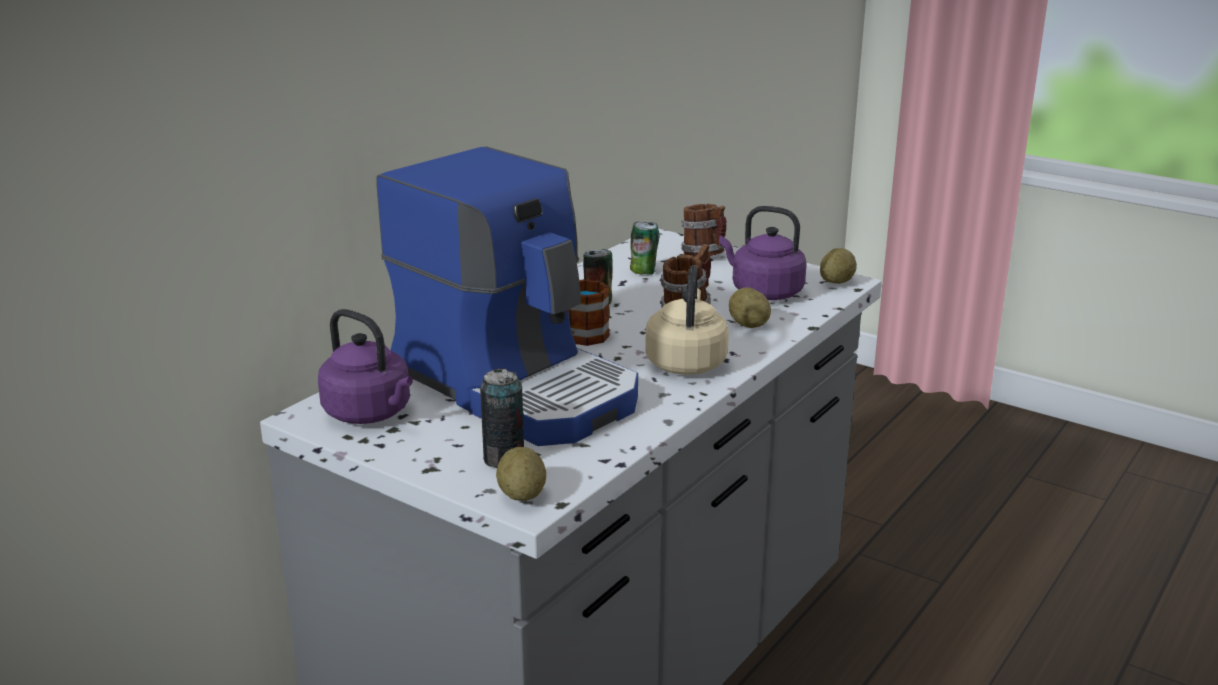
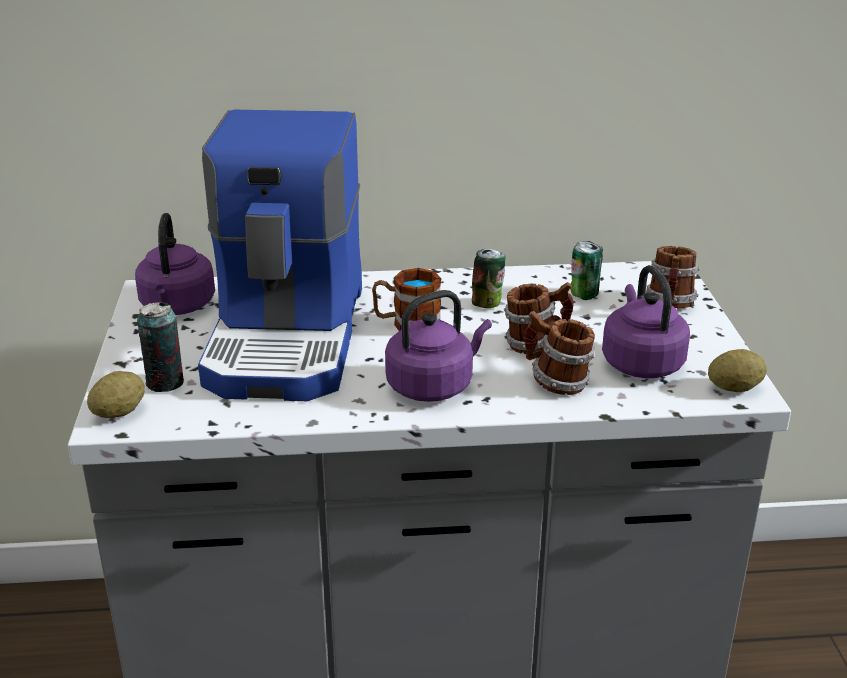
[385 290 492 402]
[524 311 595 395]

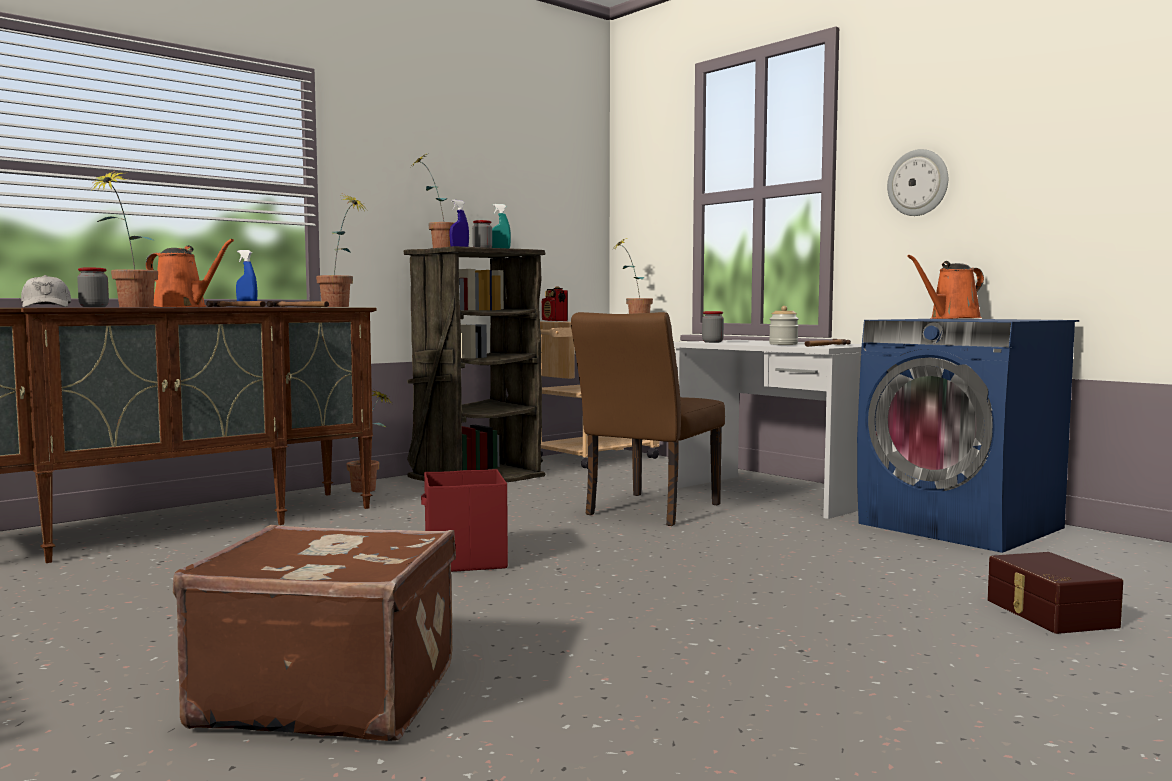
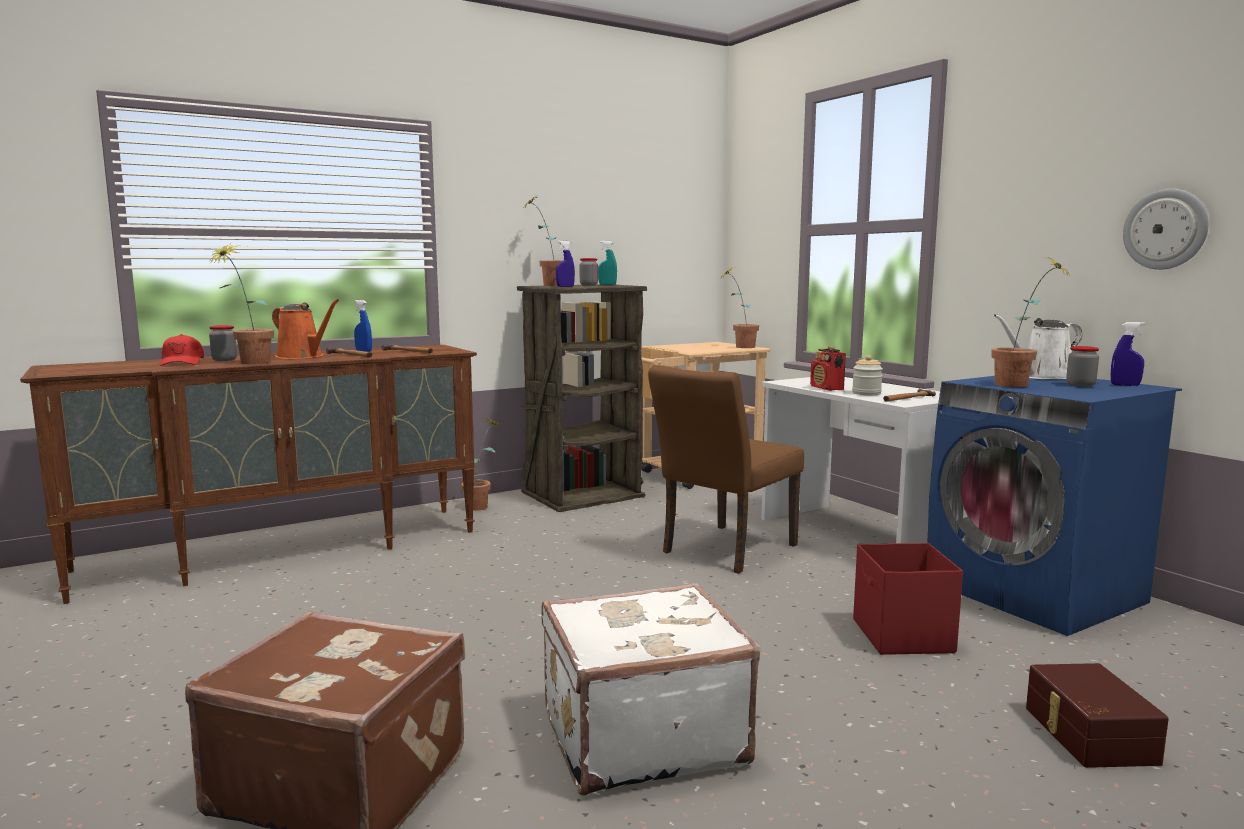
[1123 189 1209 270]
[991 256 1070 387]
[994 314 1083 379]
[160 334 204 366]
[810 346 846 391]
[1066 346 1099 387]
[853 543 963 655]
[1111 322 1145 386]
[541 583 761 796]

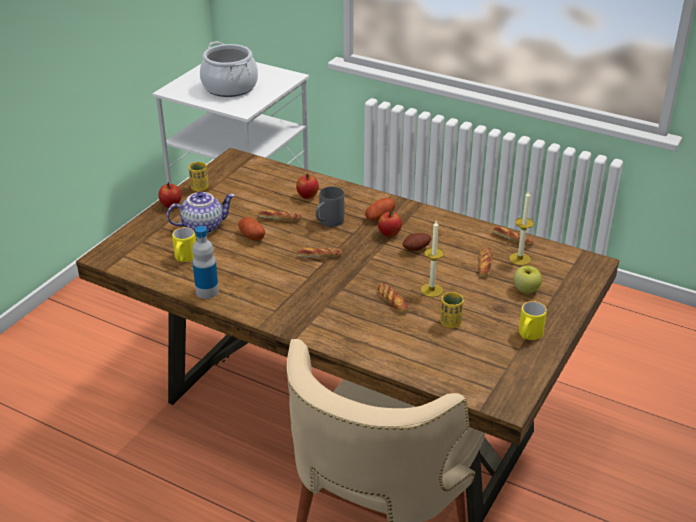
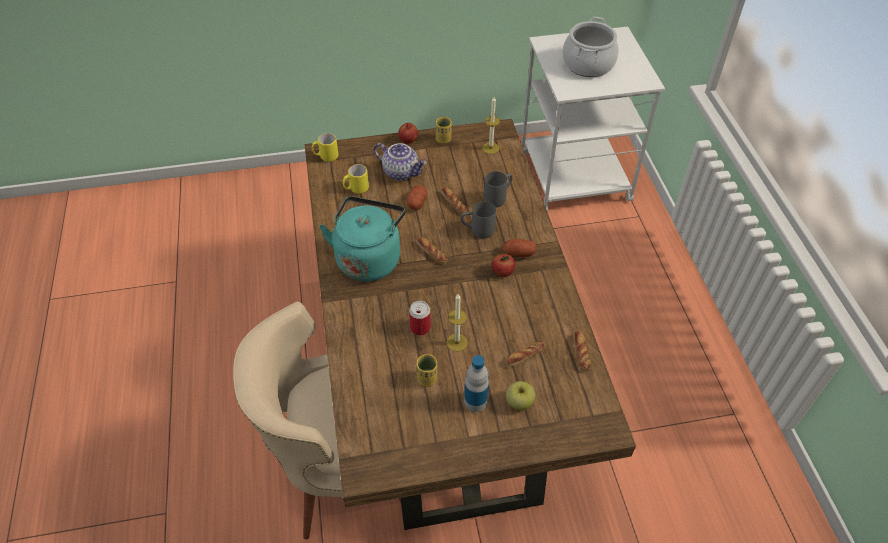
[484 171 513 208]
[482 97 500 154]
[464 355 489 412]
[402 233 431 251] (first image)
[409 301 431 336]
[312 133 338 162]
[319 196 406 281]

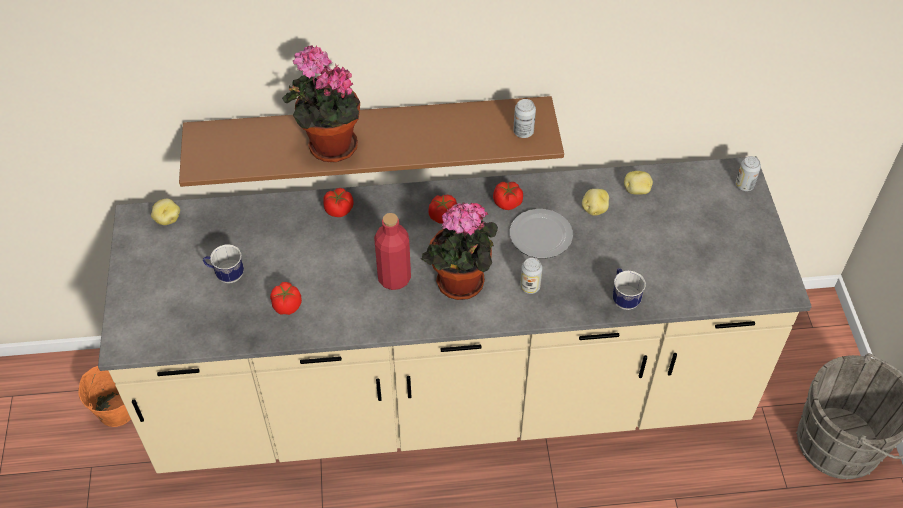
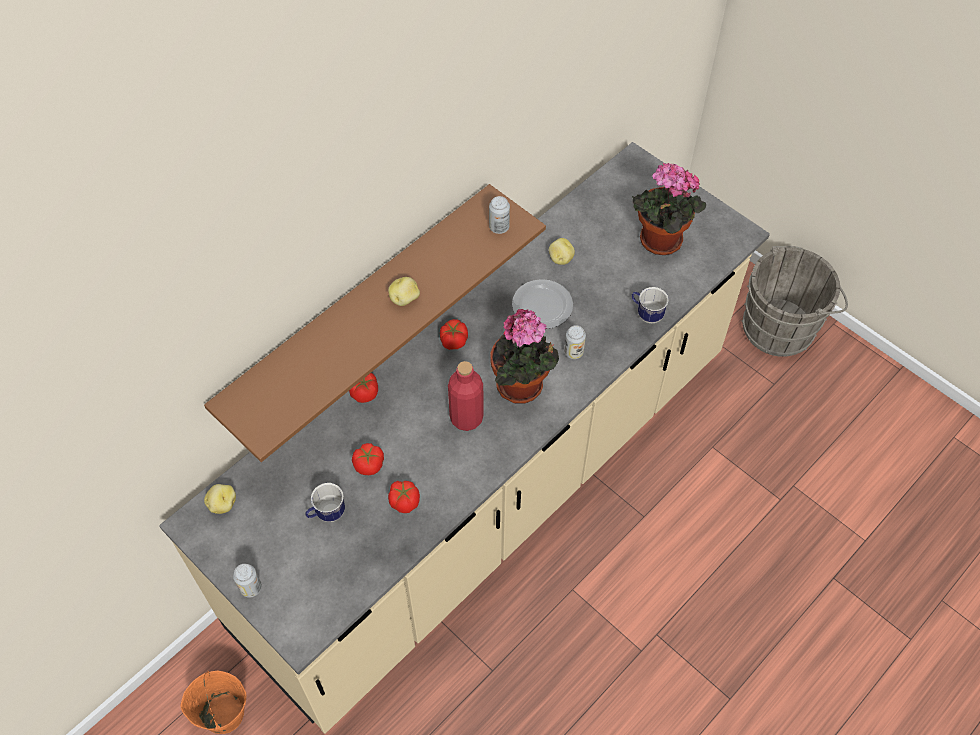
[632 163 706 255]
[233 564 262 598]
[388 277 420 306]
[352 443 384 475]

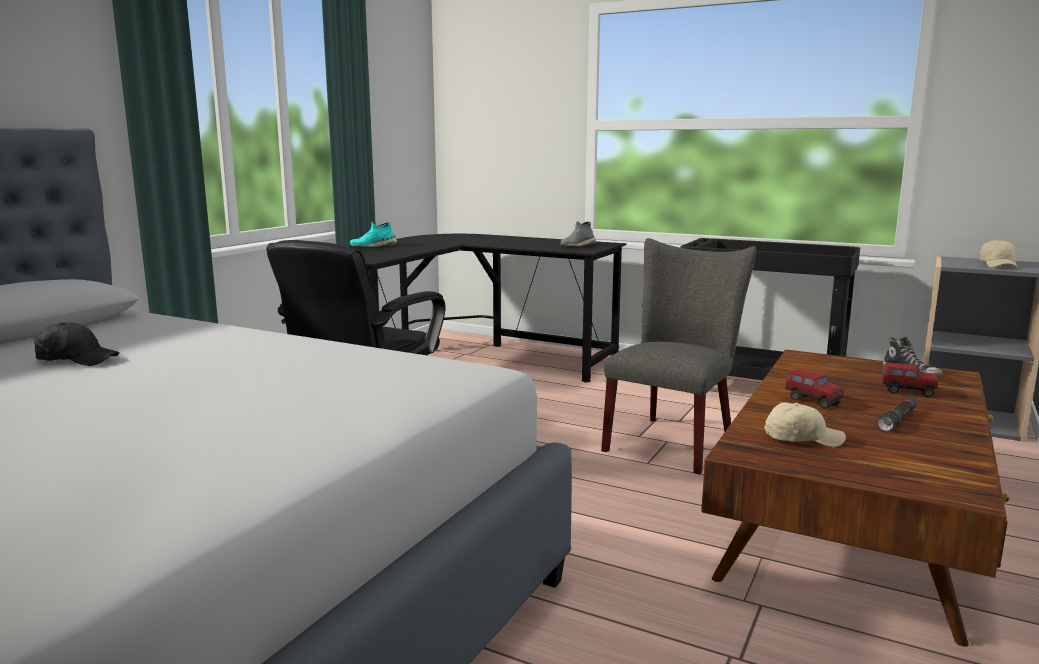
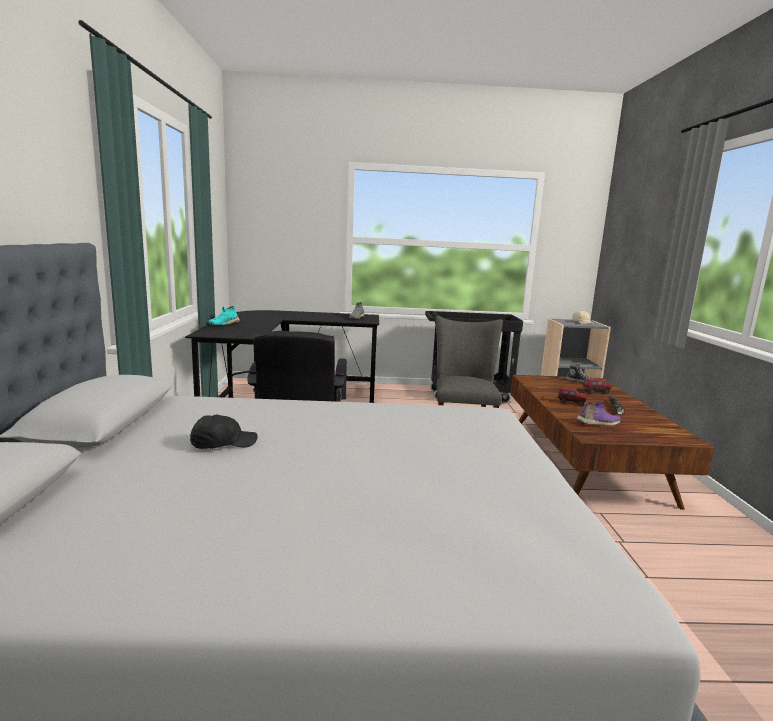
[576 401 621 426]

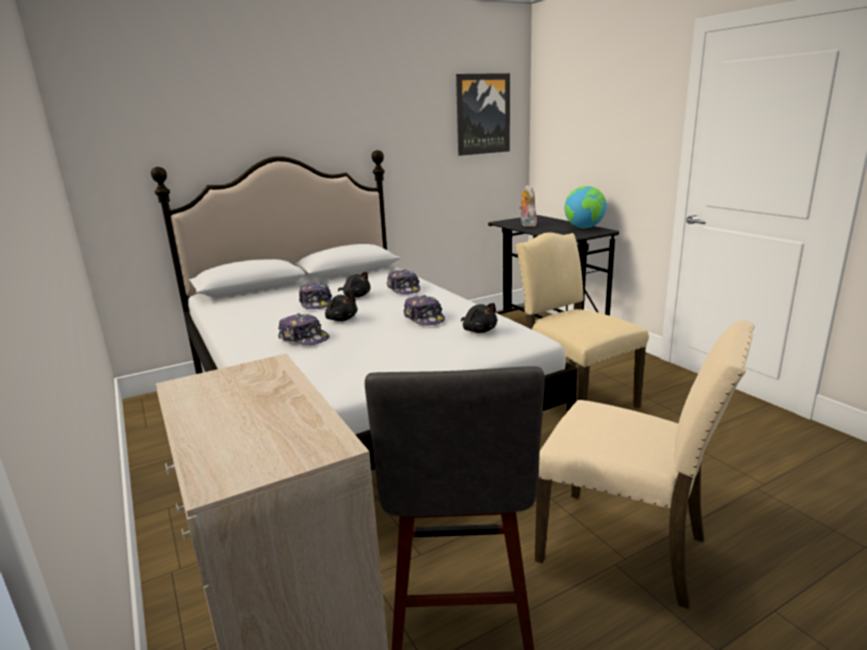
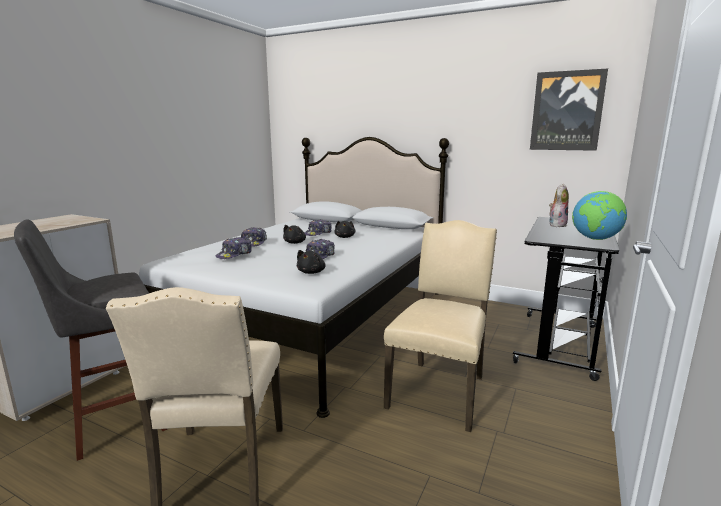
[216 237 252 259]

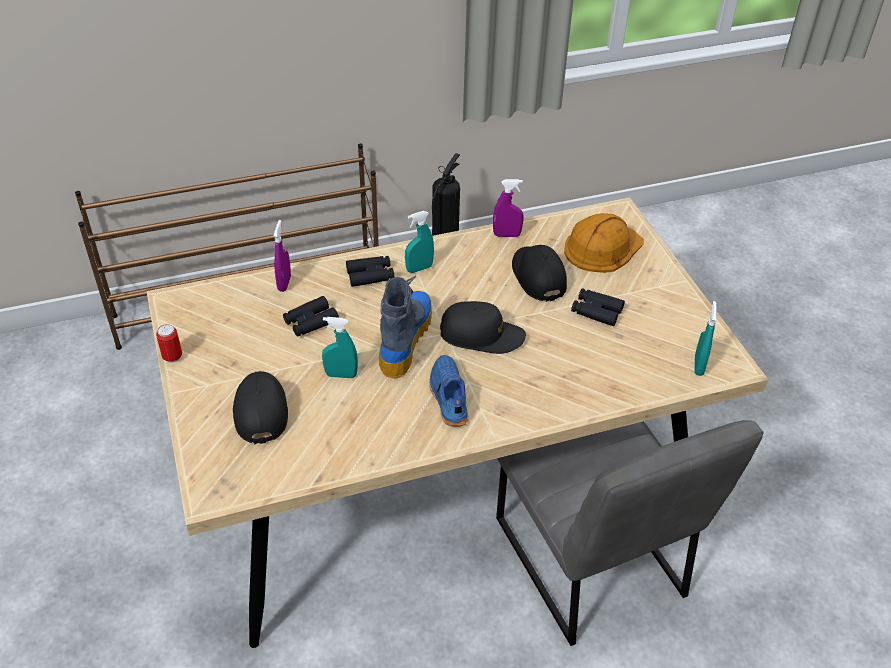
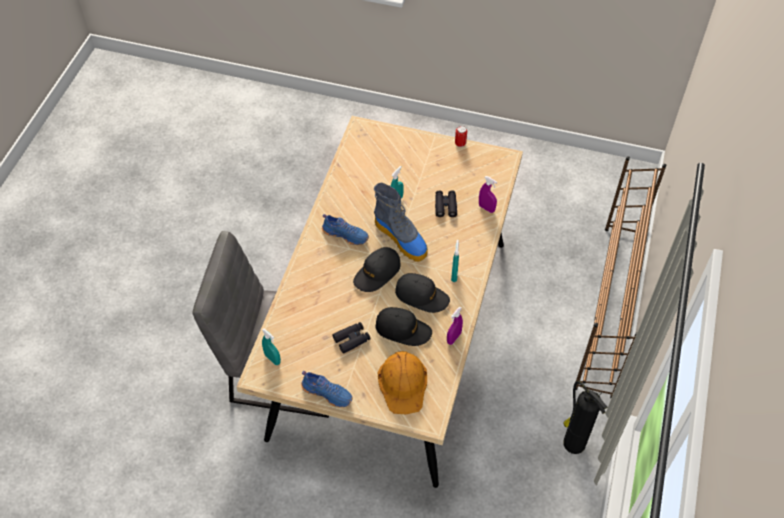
[346 256 394 287] (first image)
[395 273 450 313]
[301 371 353 407]

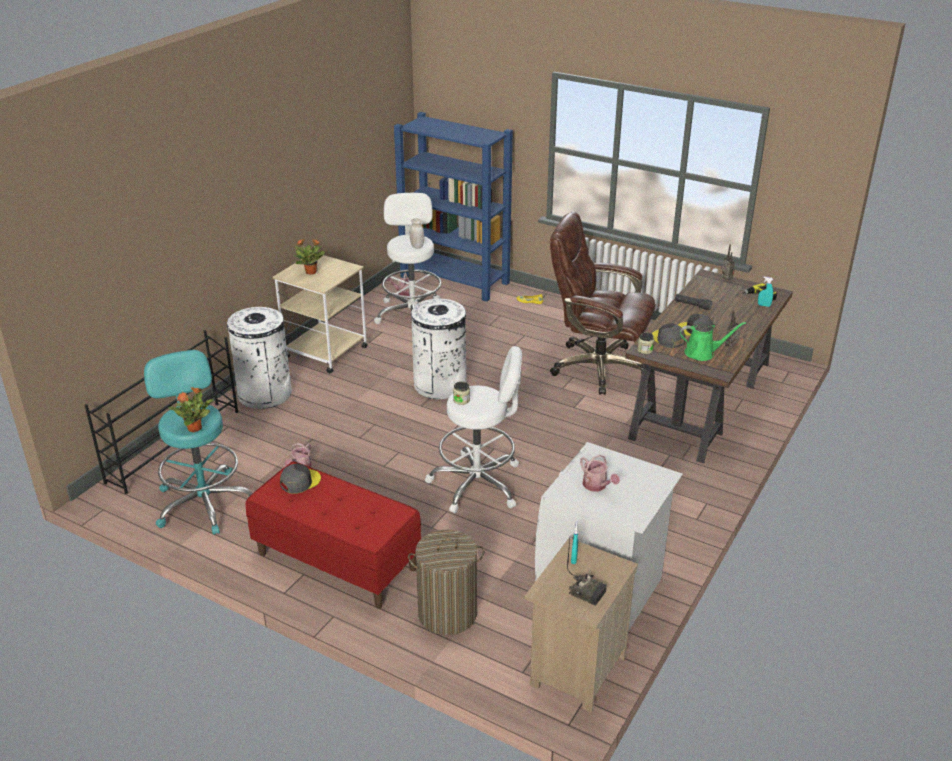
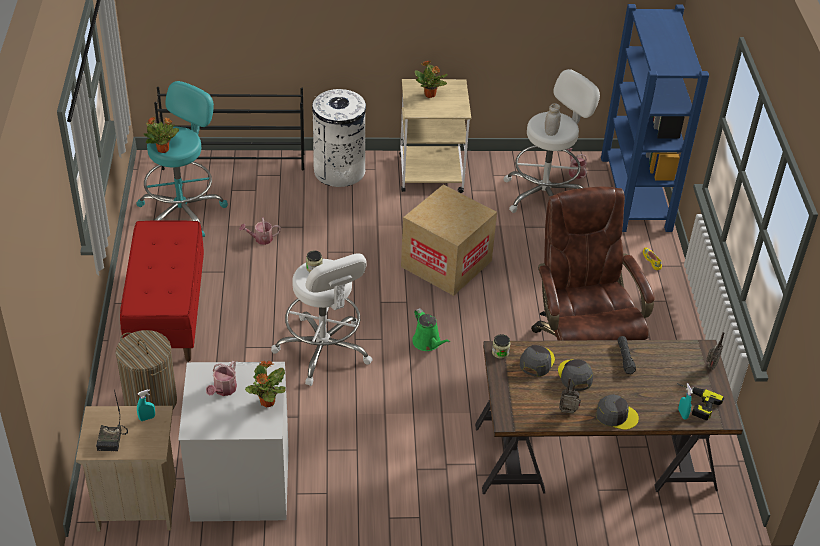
[401 185 497 296]
[412 308 451 351]
[596 394 639 430]
[245 361 286 407]

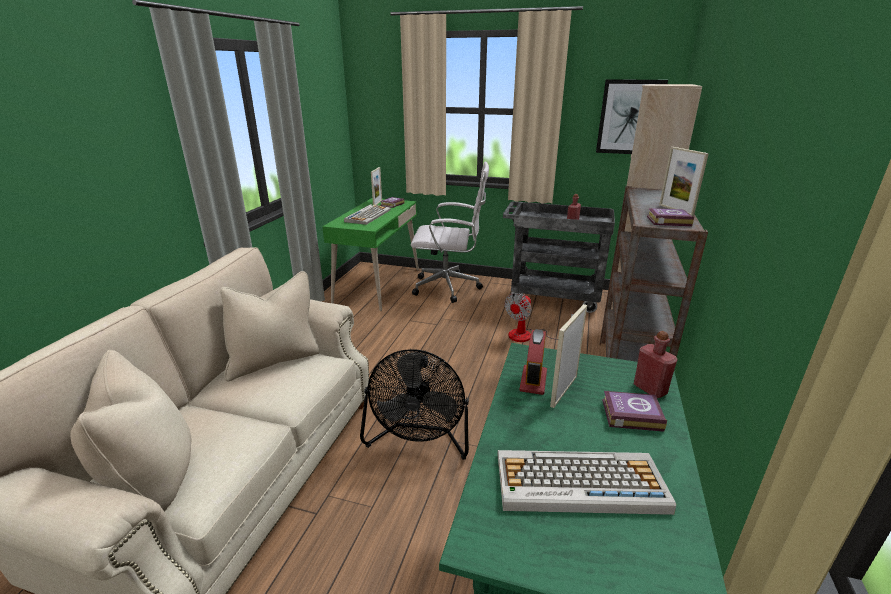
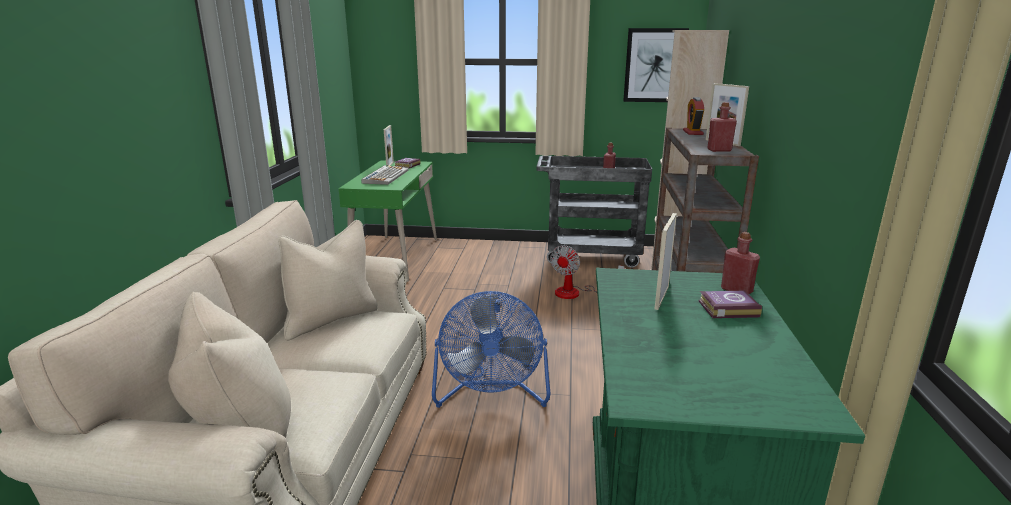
[411 161 489 303] (first image)
[707 102 737 152]
[683 97 704 135]
[432 291 550 408]
[498 450 676 515] (first image)

